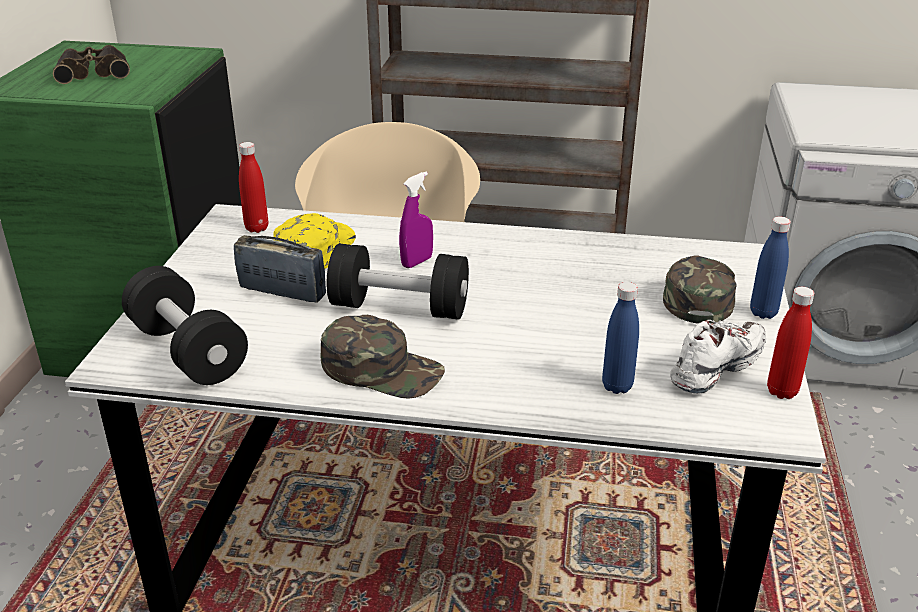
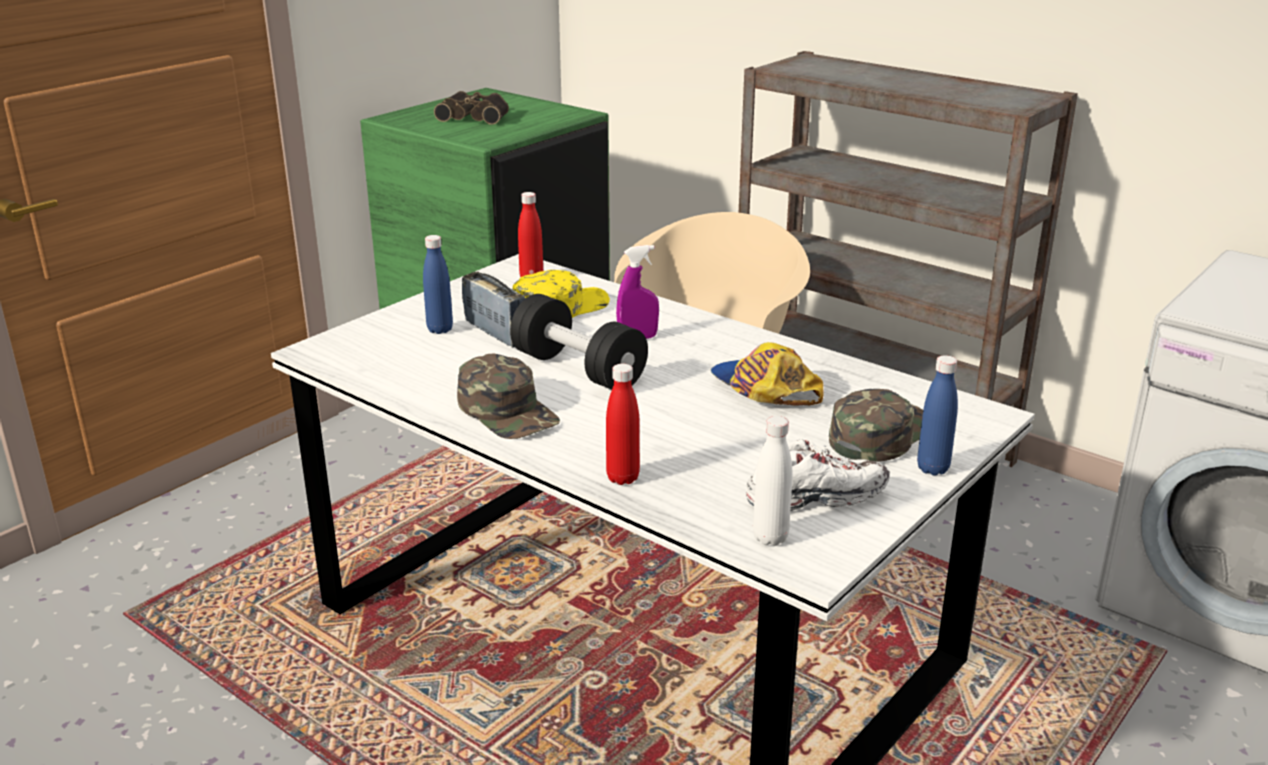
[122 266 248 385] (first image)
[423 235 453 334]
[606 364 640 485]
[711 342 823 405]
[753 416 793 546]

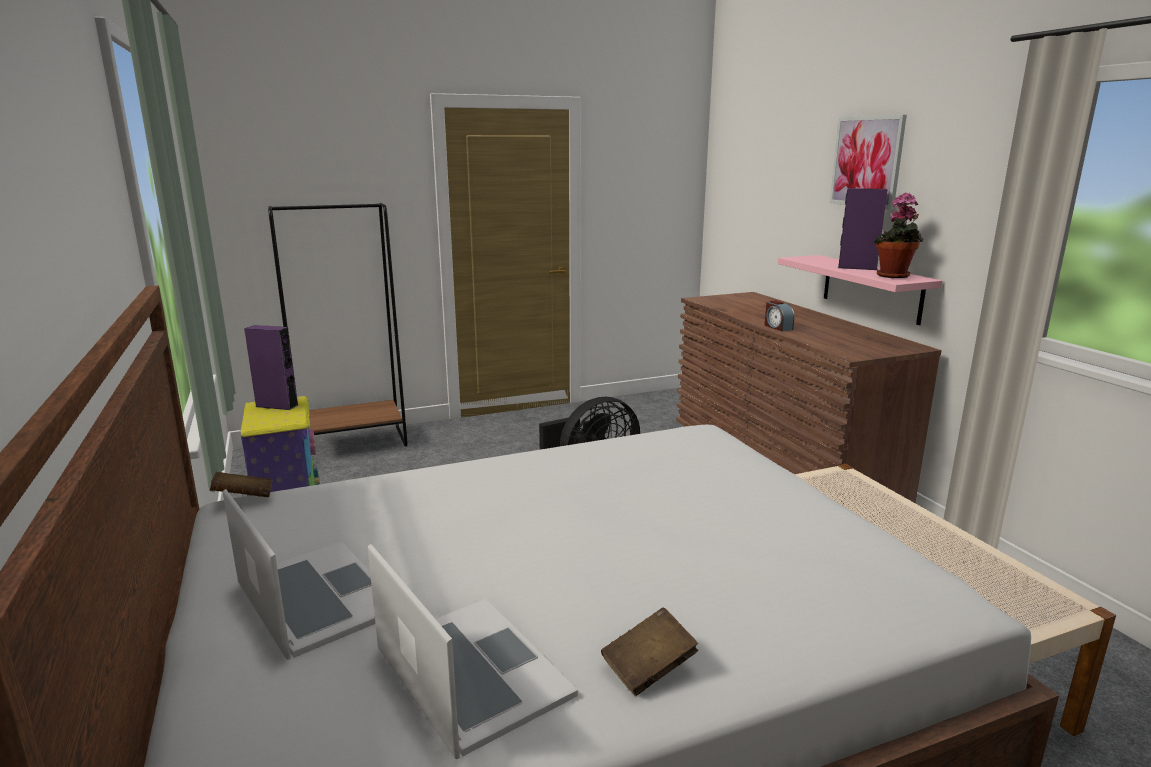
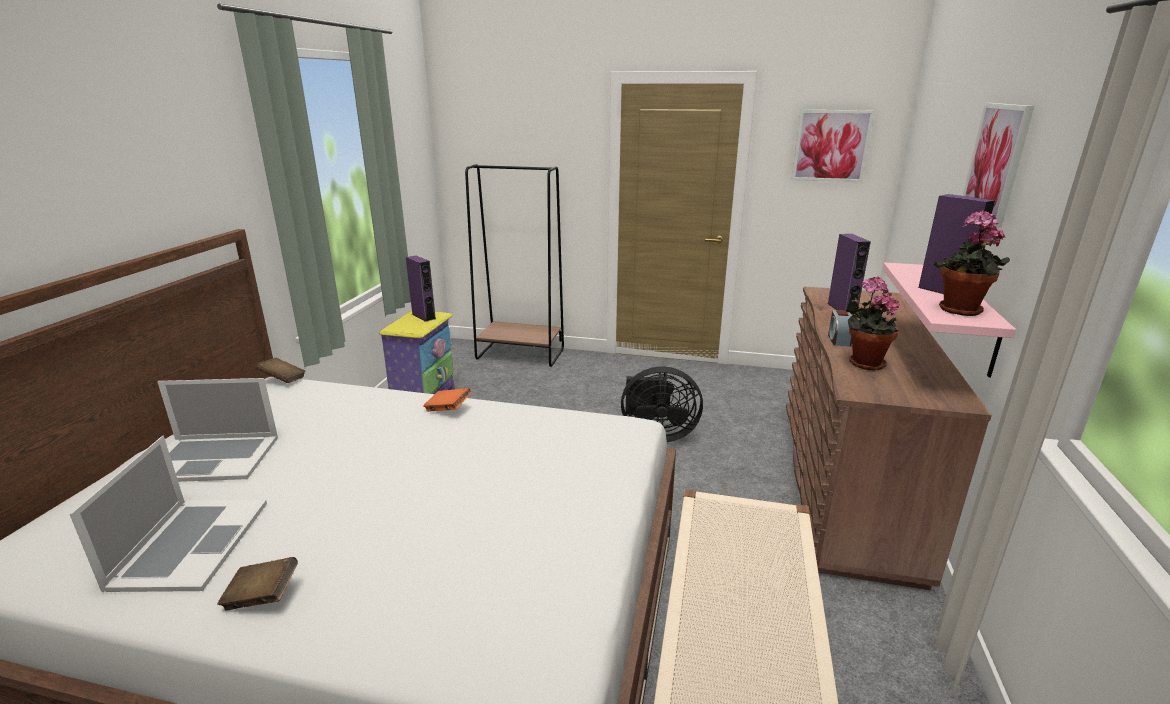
[157 378 278 482]
[792 110 875 182]
[828 234 871 315]
[845 276 899 370]
[423 388 471 412]

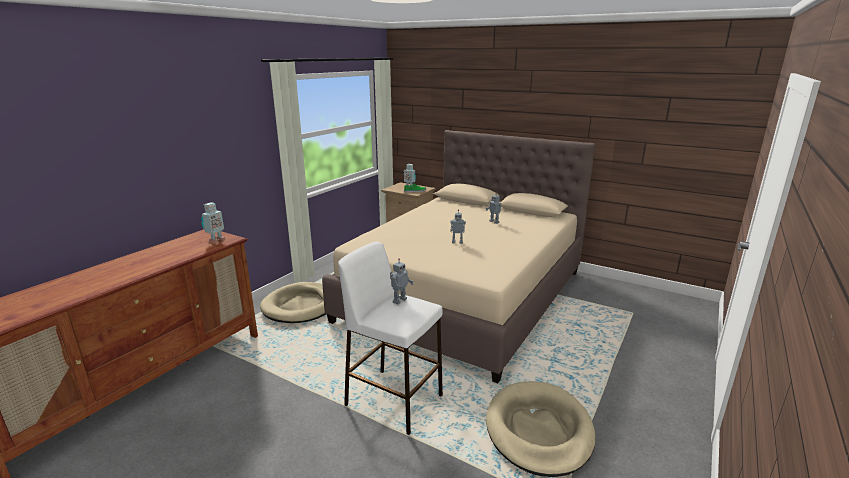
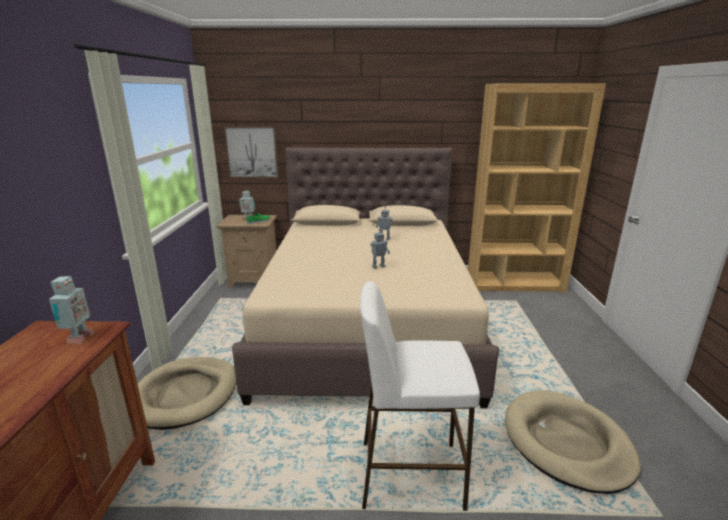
[390 259 414 305] (first image)
[468 83 606 292]
[224 127 279 178]

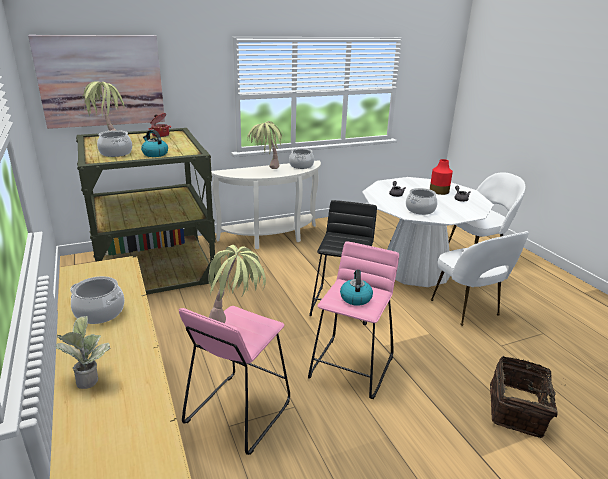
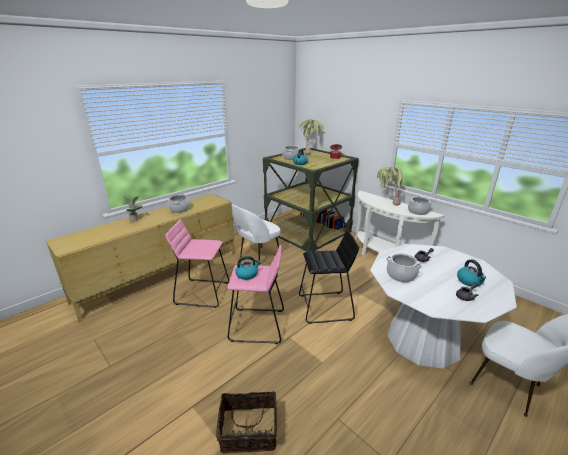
[28 35 165 129] (first image)
[457 260 486 286]
[232 204 281 265]
[208 245 266 323] (first image)

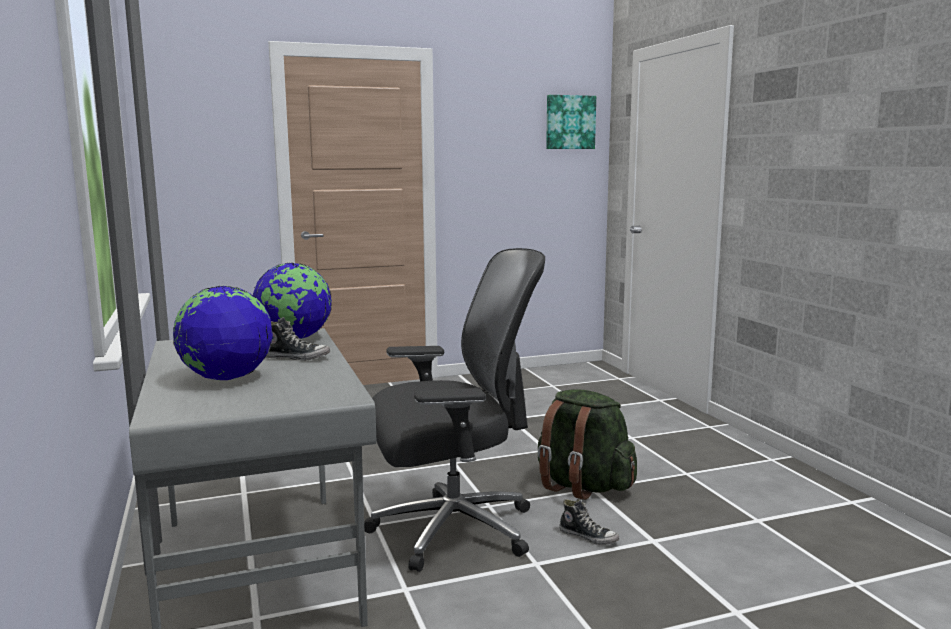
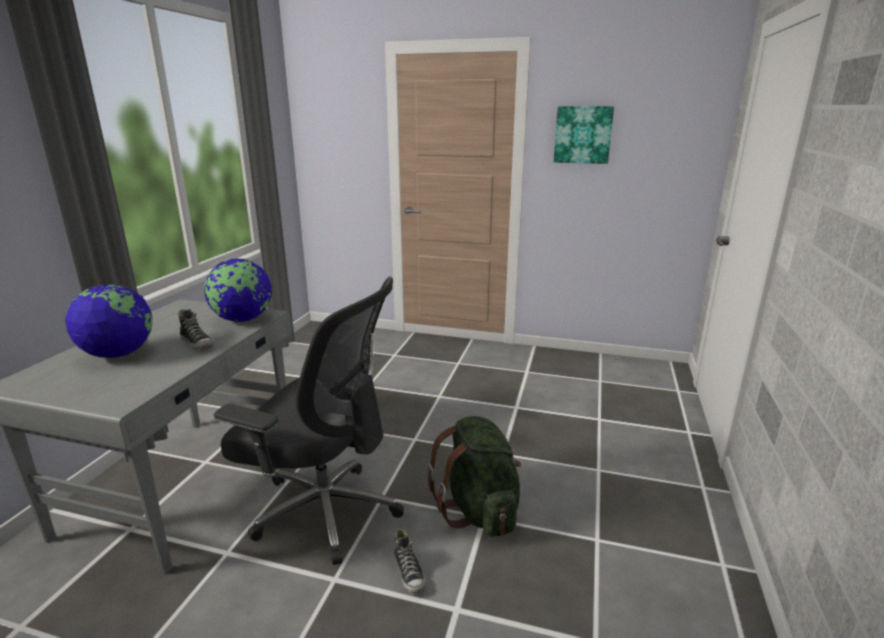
[554 106 614 164]

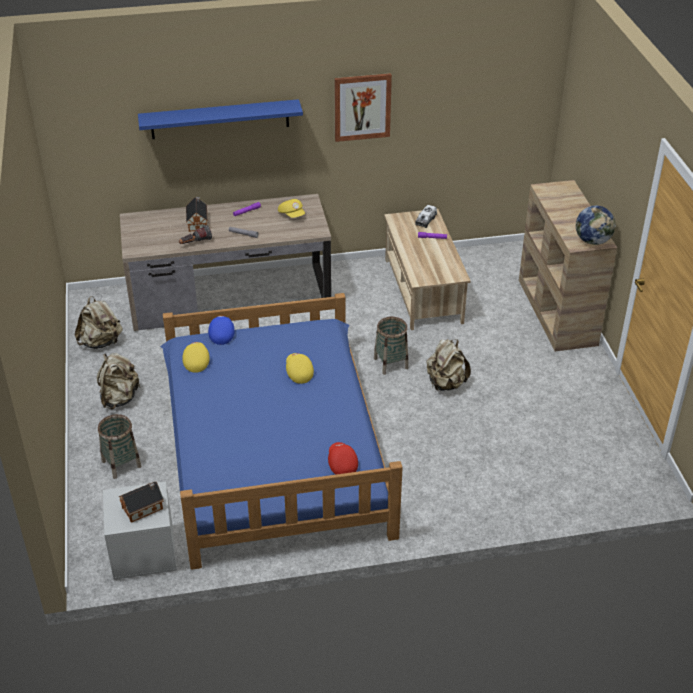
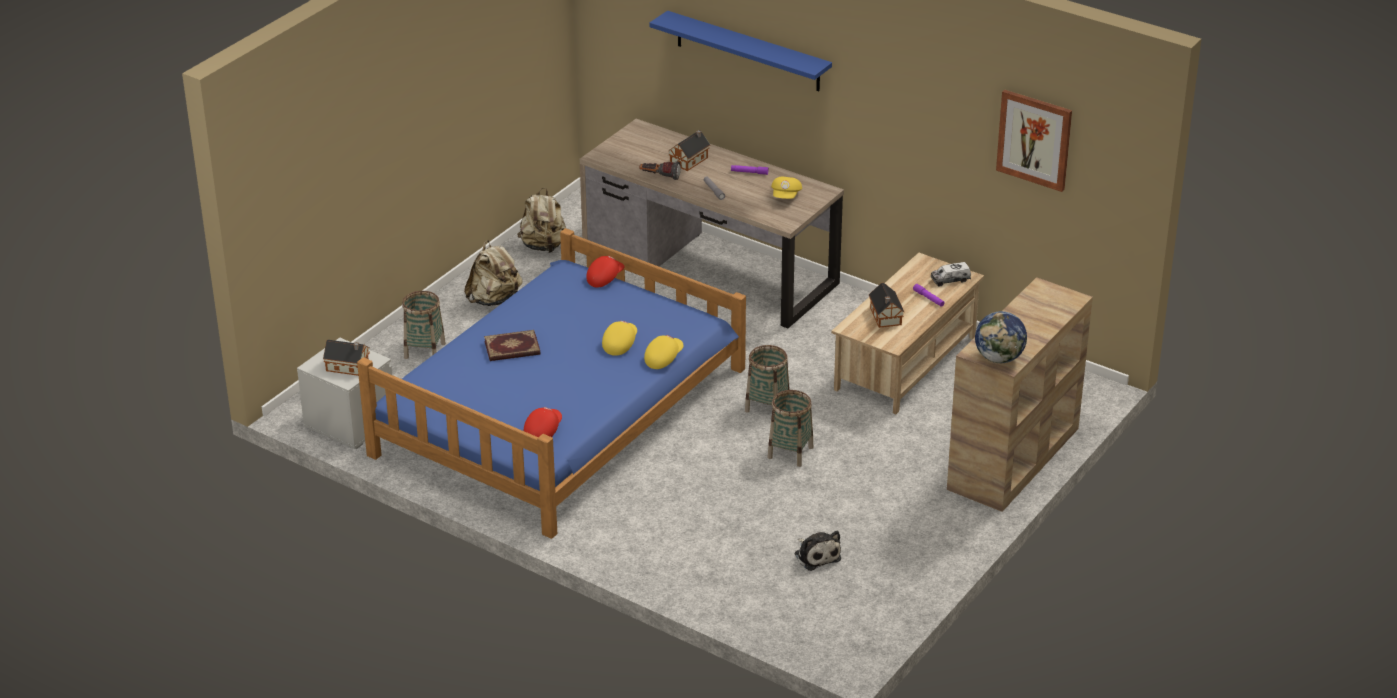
[996 90 1072 192]
[586 255 625 287]
[768 390 813 467]
[644 335 683 369]
[869 283 905 328]
[484 330 540 361]
[795 531 841 571]

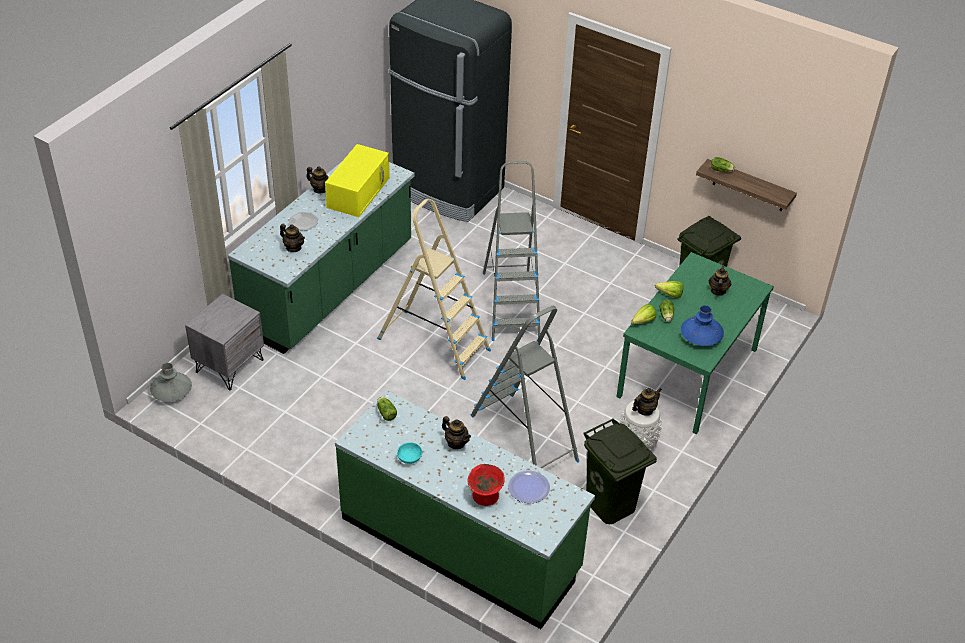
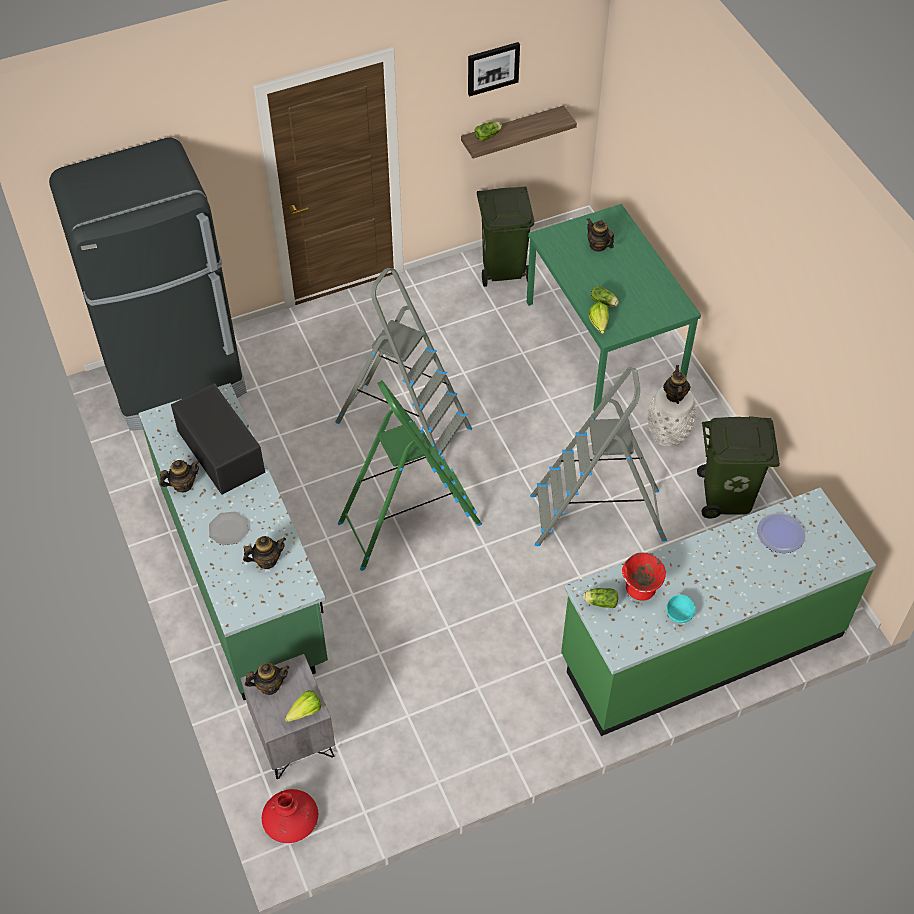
[171 383 265 495]
[338 380 482 571]
[285 690 322 722]
[681 305 724 346] (first image)
[262 789 318 843]
[245 663 289 695]
[622 553 666 600]
[468 42 520 96]

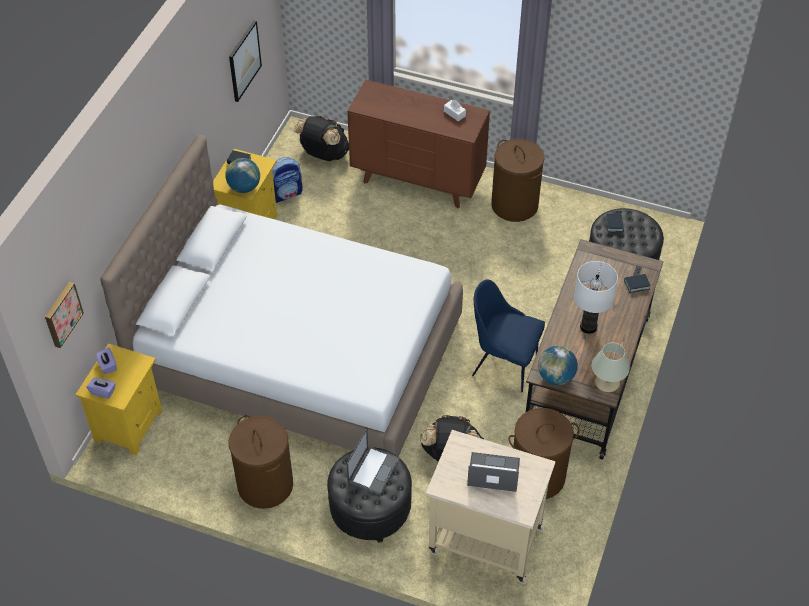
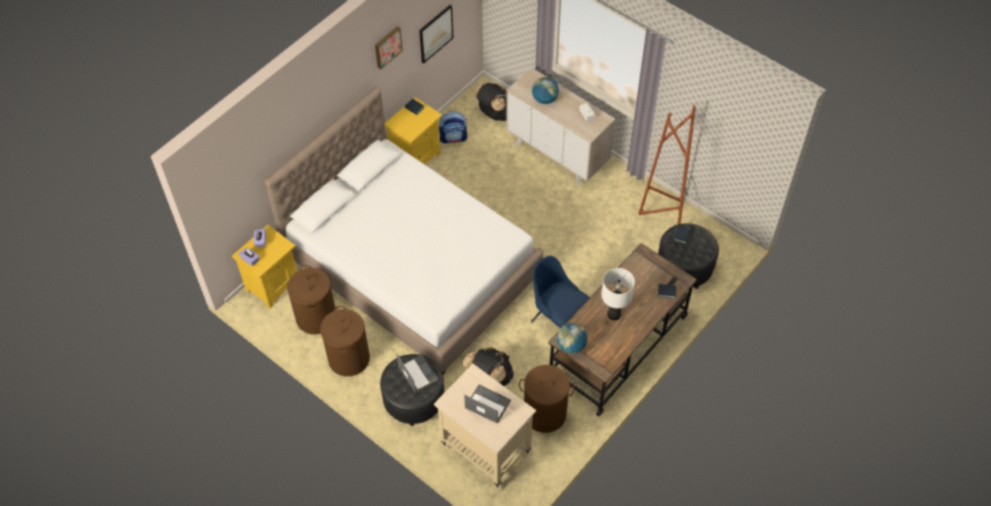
[506 67 616 186]
[287 265 335 335]
[532 77 559 104]
[375 26 403 69]
[592 343 630 392] (first image)
[397 354 439 393]
[638 105 696 225]

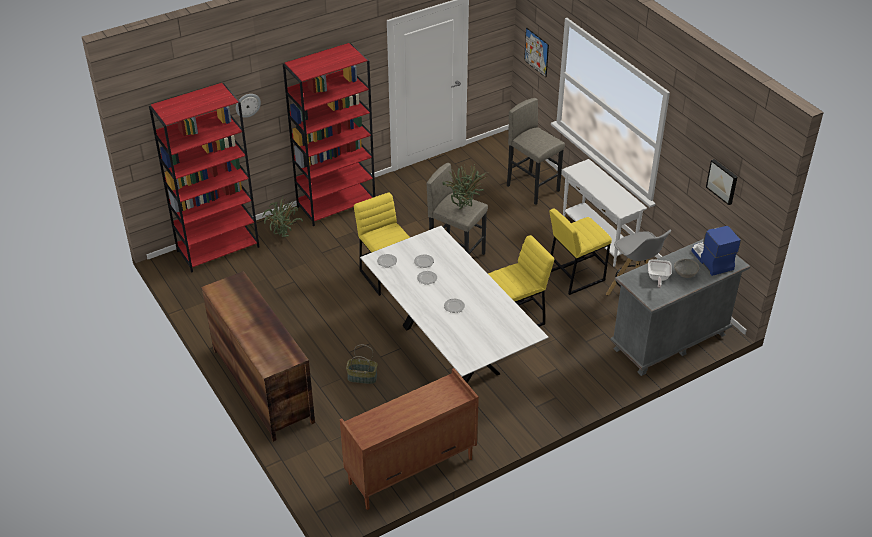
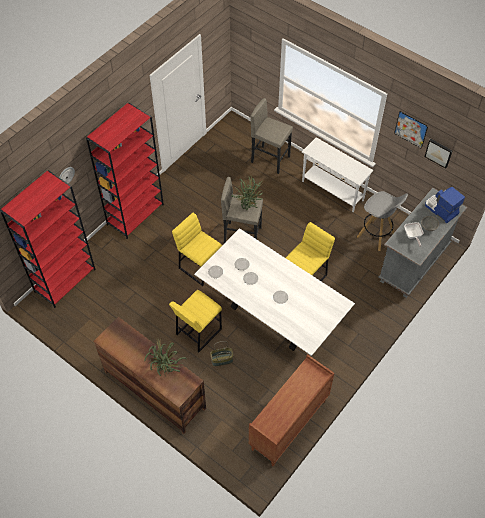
[394 111 428 149]
[144 340 187 376]
[169 290 222 352]

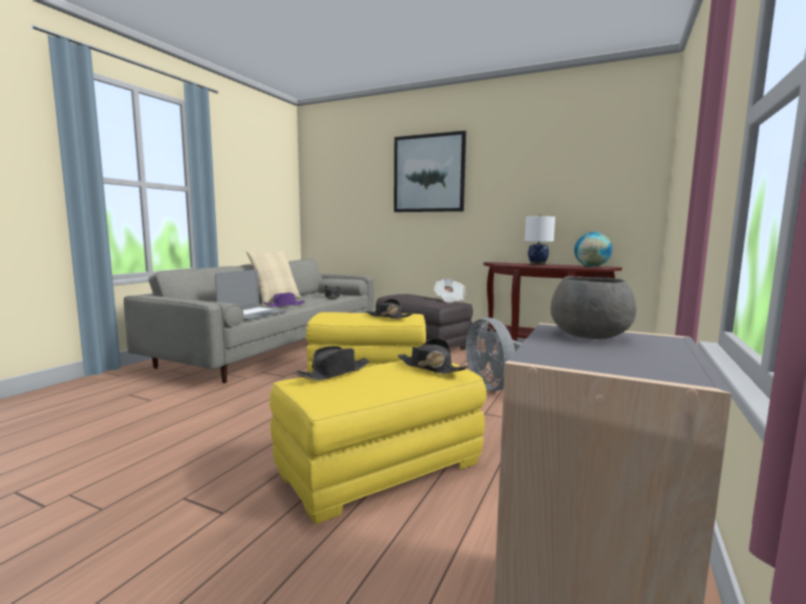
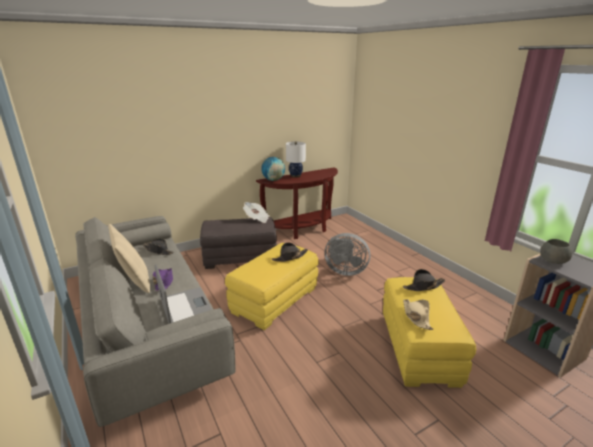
[394 131 466 212] (first image)
[261 157 285 181]
[403 299 433 330]

